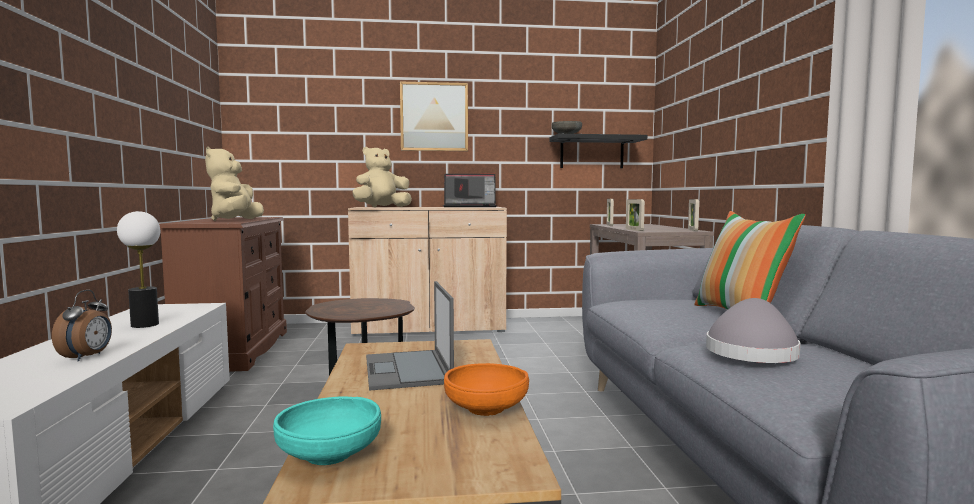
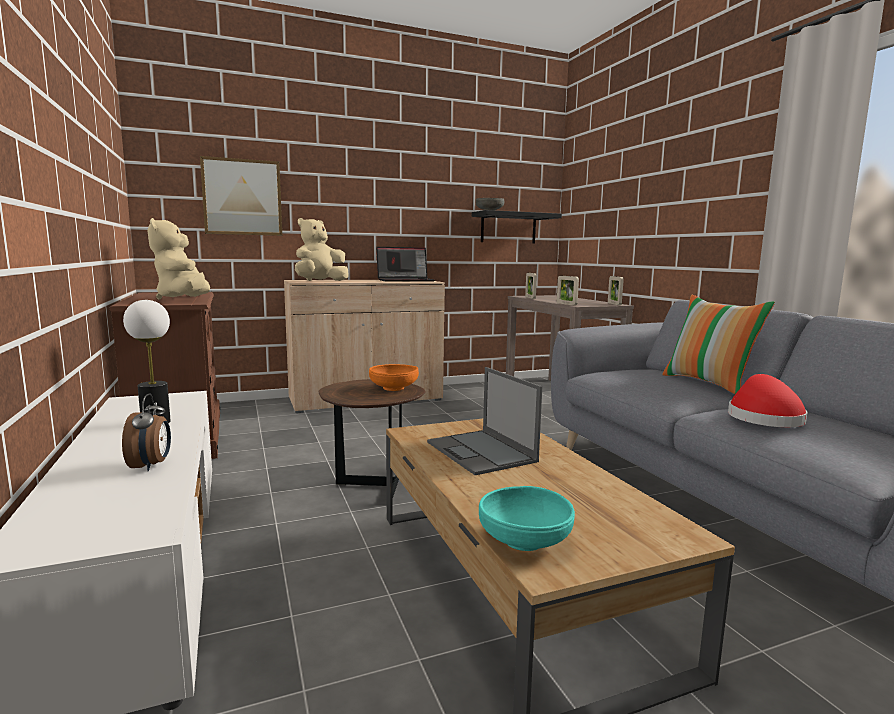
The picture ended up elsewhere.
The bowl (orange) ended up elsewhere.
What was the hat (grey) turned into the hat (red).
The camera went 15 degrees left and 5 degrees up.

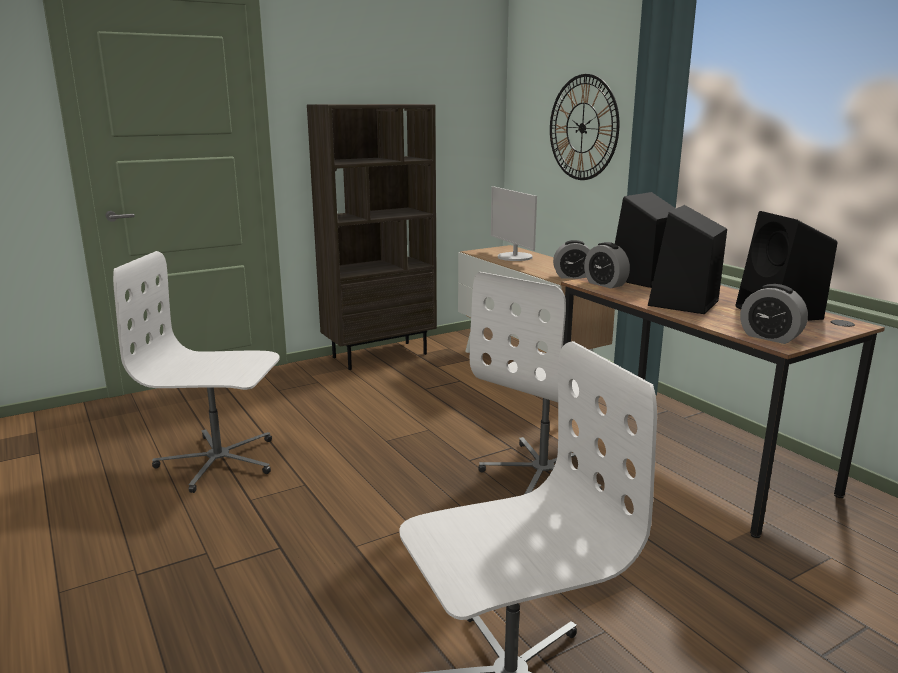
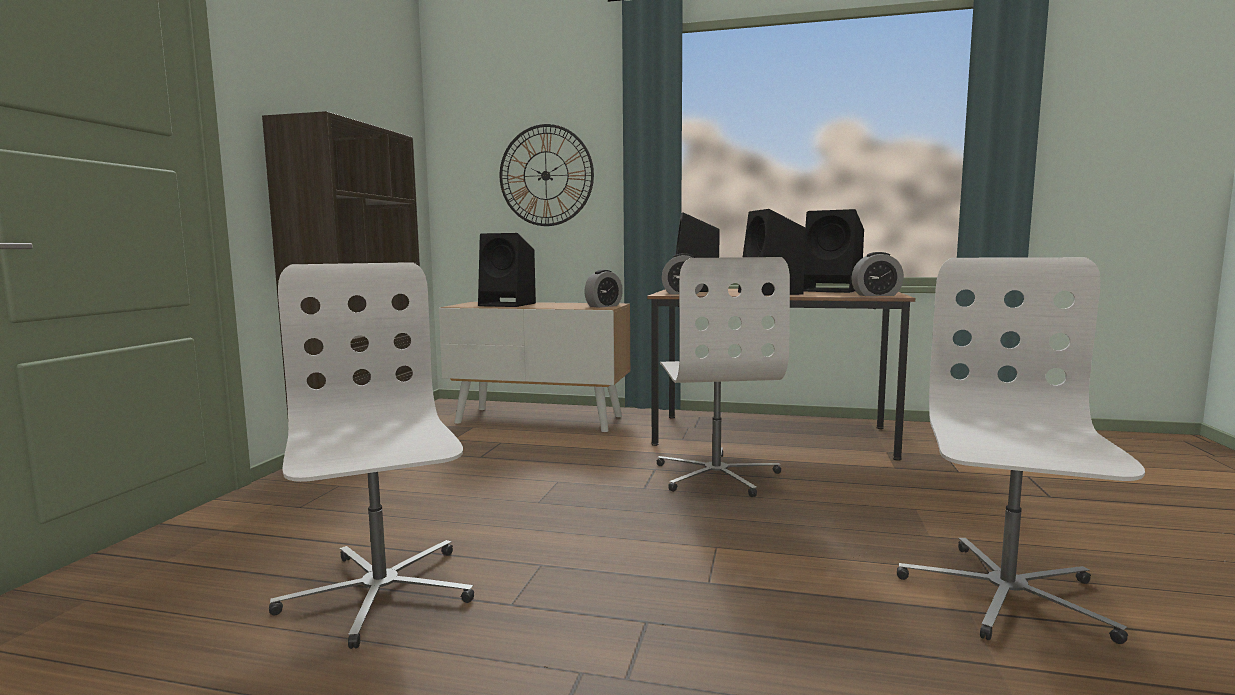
The office chair (white) (no. 1 from left) ended up facing another way, 105 degrees clockwise from before.
Where the monitor stood, the speaker (black) (no. 1 from left) came to stand.
The camera went 45 degrees left and 10 degrees down.

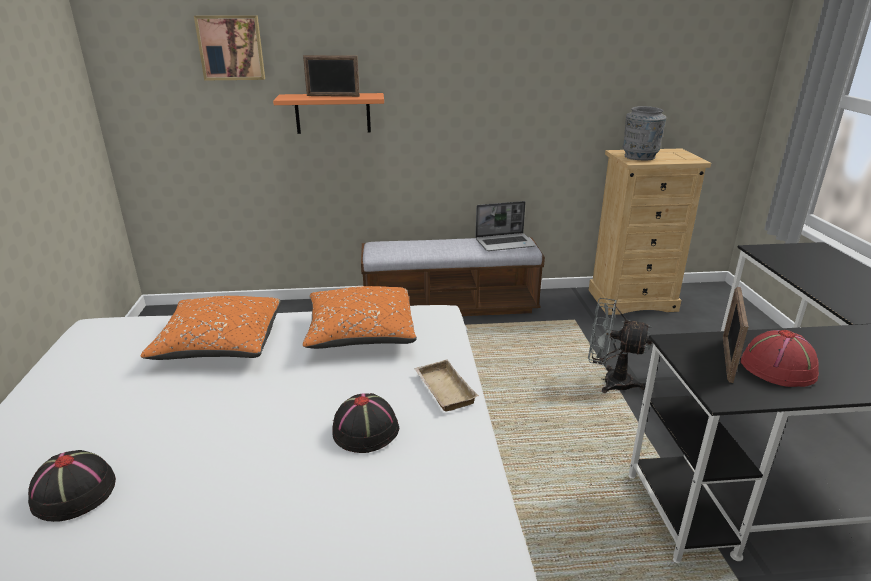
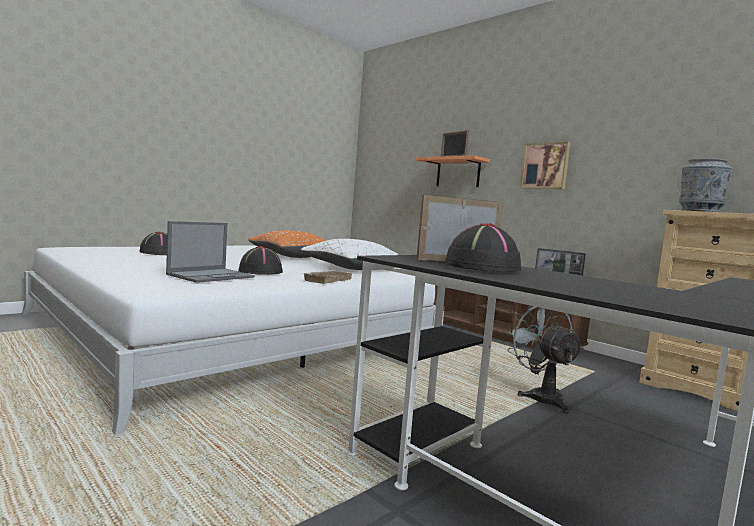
The picture ended up elsewhere.
What was the pillow (orange) (no. 2 from left) turned into the pillow (white).
What was the hat (red) turned into the hat (black) (no. 3 from left).
The second view gained the laptop (no. 1 from left).
The camera went 50 degrees right and 20 degrees down.

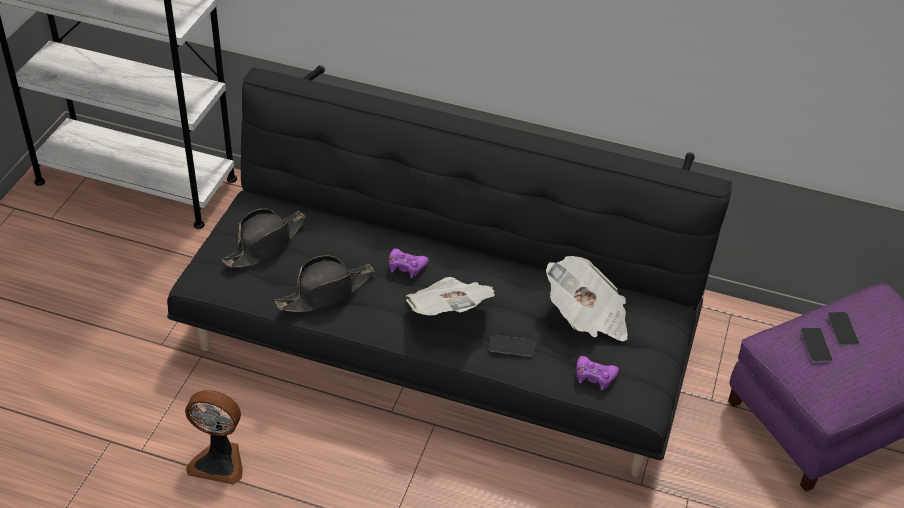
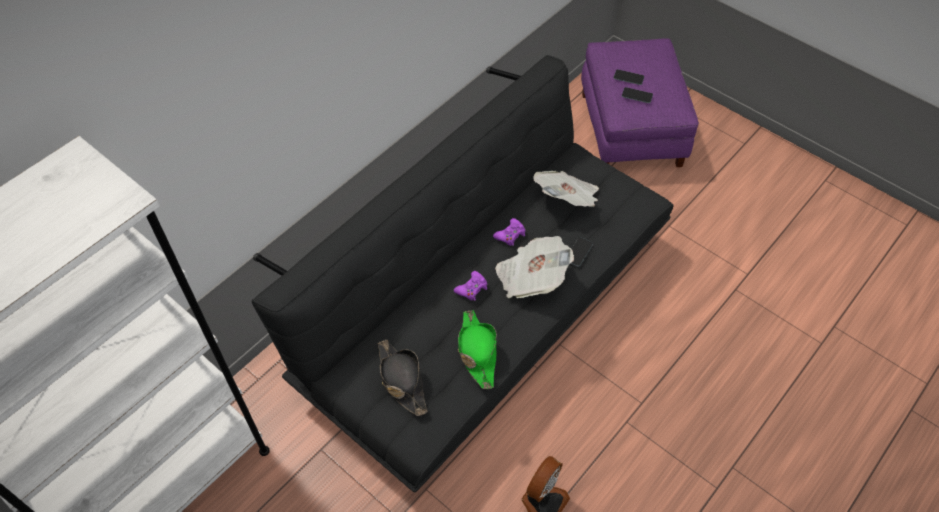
What was the hat (black) (no. 2 from left) turned into the hat (green).
The game controller (purple) (no. 2 from left) ended up elsewhere.
The camera went 65 degrees left and 10 degrees up.

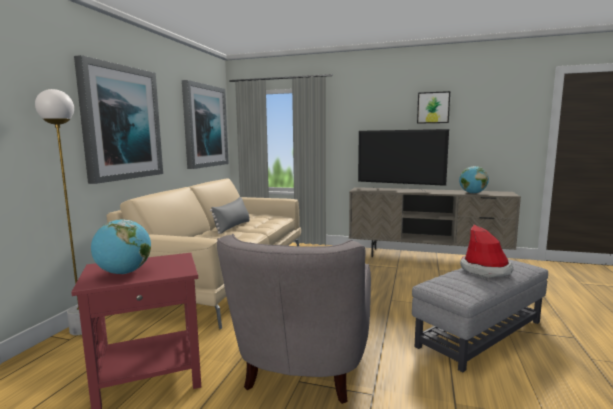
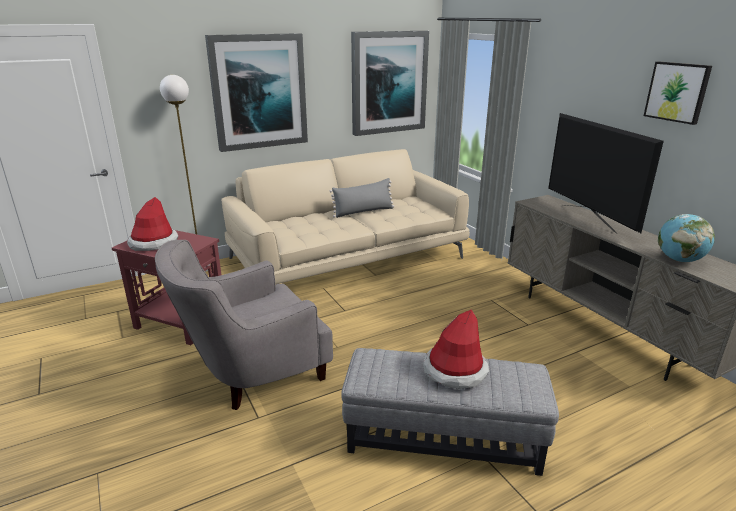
Where the globe (no. 1 from left) stood, the hat (no. 1 from left) came to stand.
The camera went 45 degrees right and 15 degrees up.

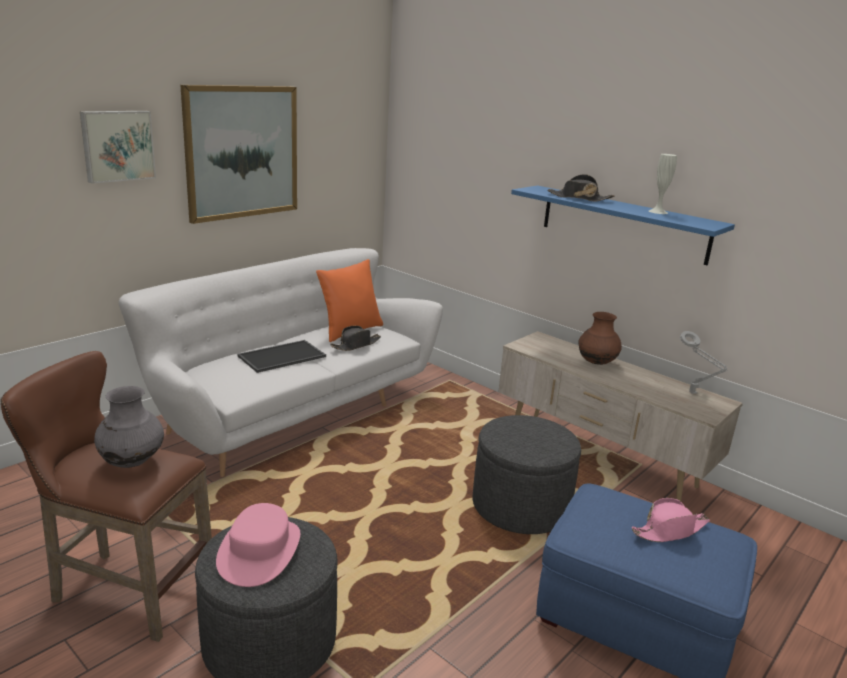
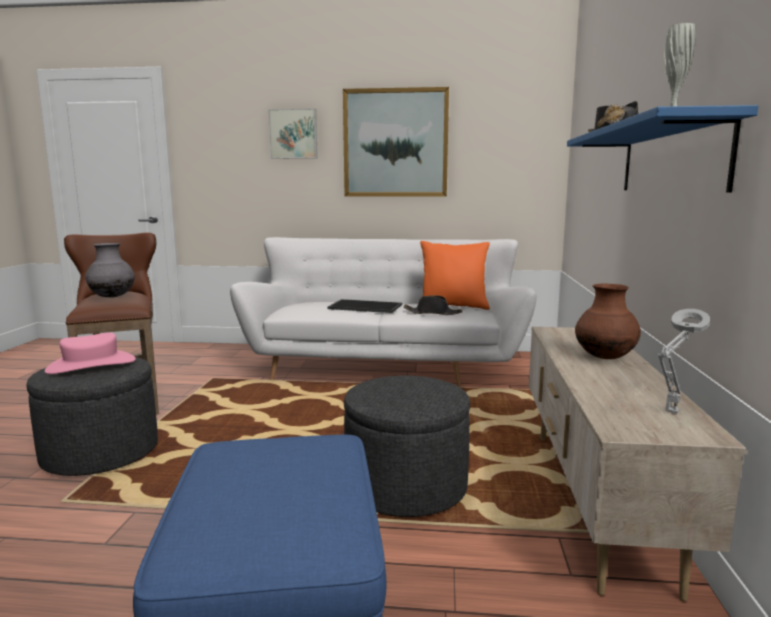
The second view lost the hat (pink) (no. 2 from left).
The camera went 55 degrees right and 10 degrees down.

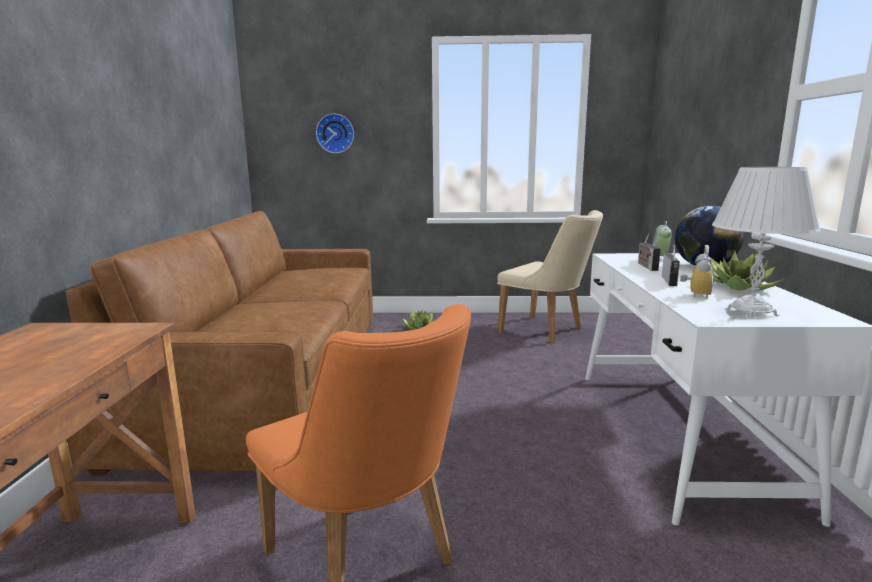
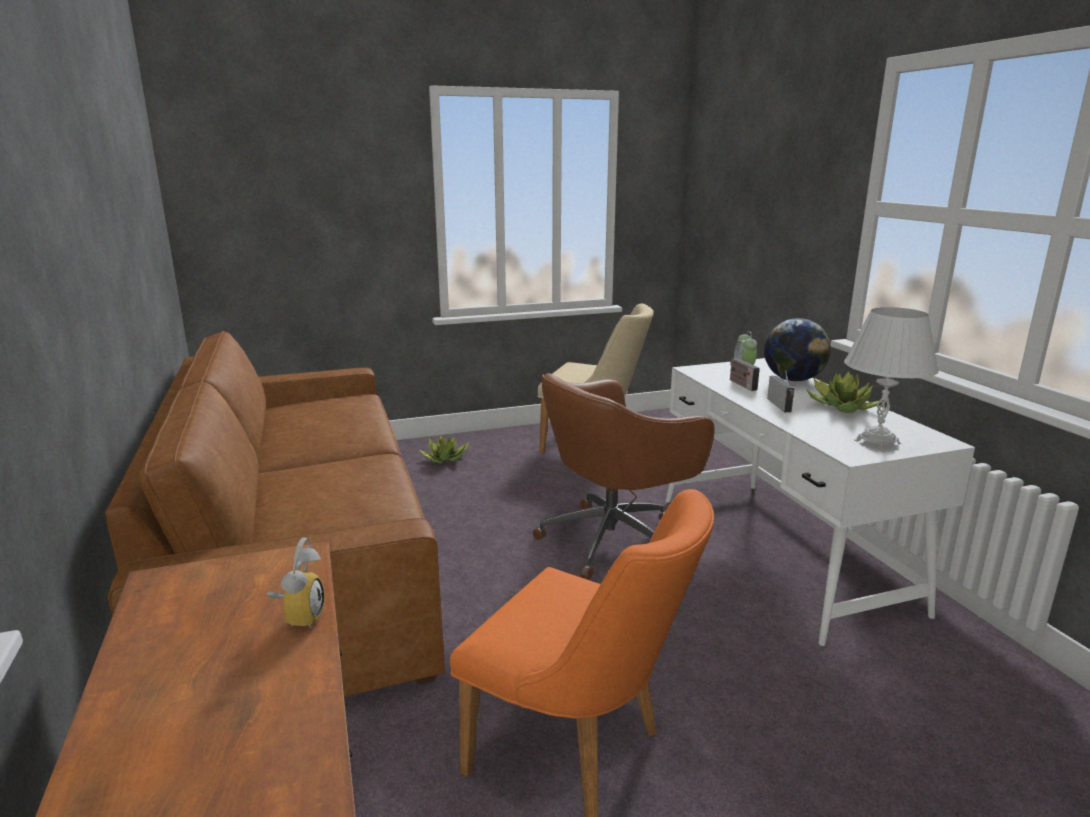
The second view lost the wall clock.
The alarm clock (no. 2 from left in the first image) ended up elsewhere.
The second view gained the office chair (brown).
The camera went 20 degrees left and 5 degrees up.

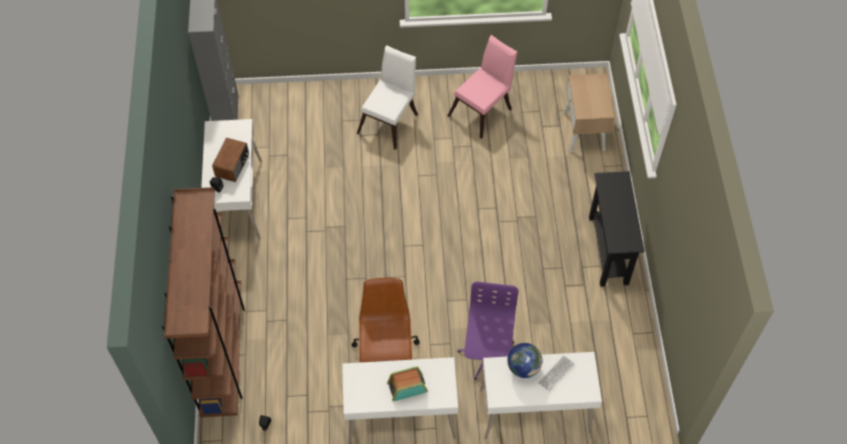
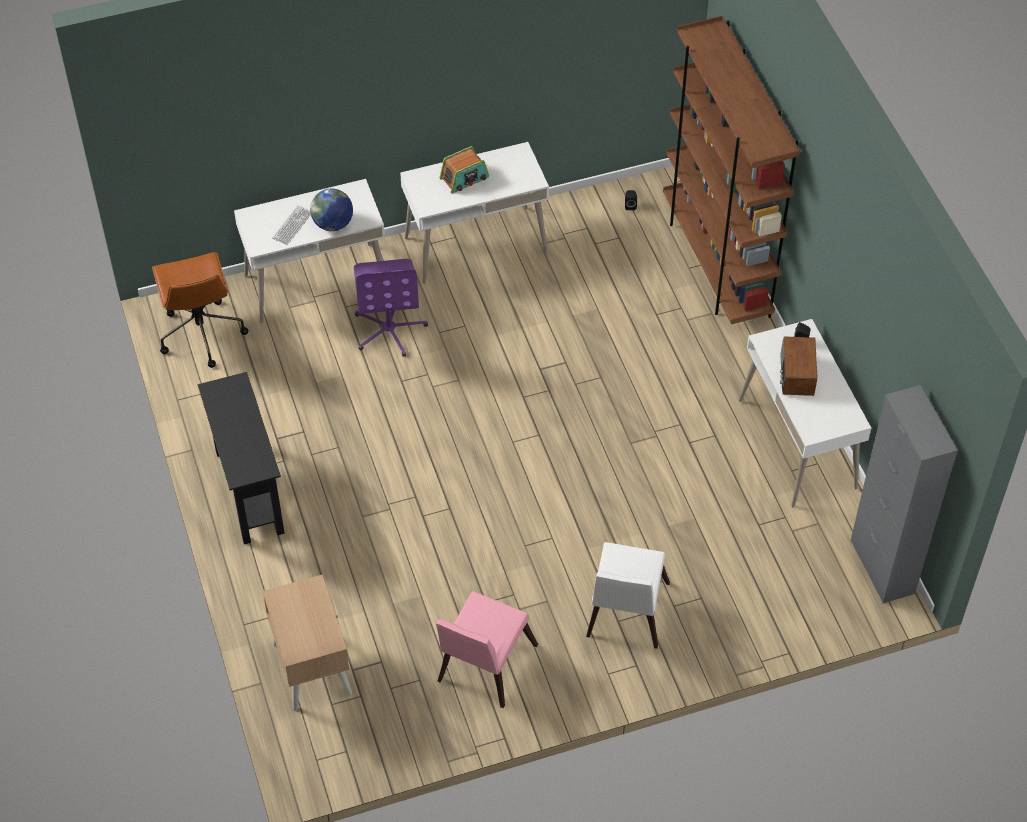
The office chair (brown) ended up elsewhere.
The camera went 165 degrees right and 5 degrees down.

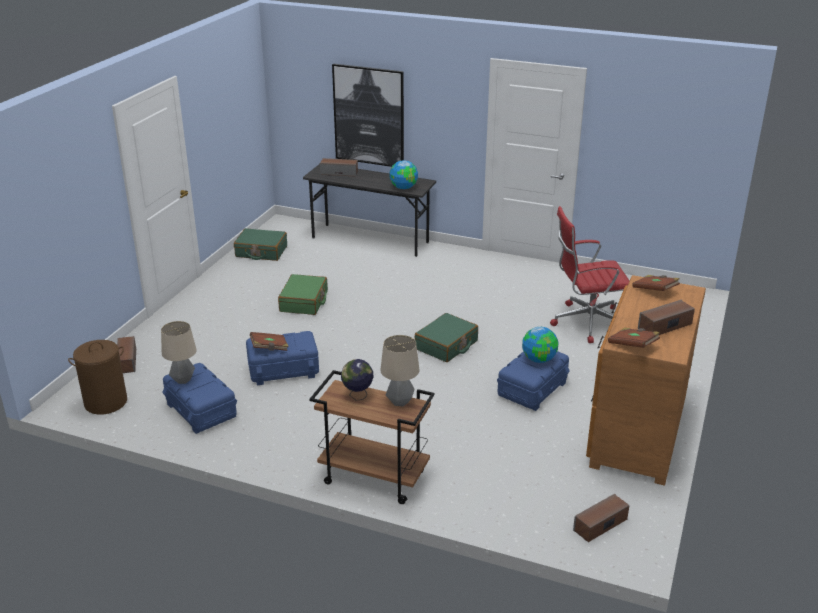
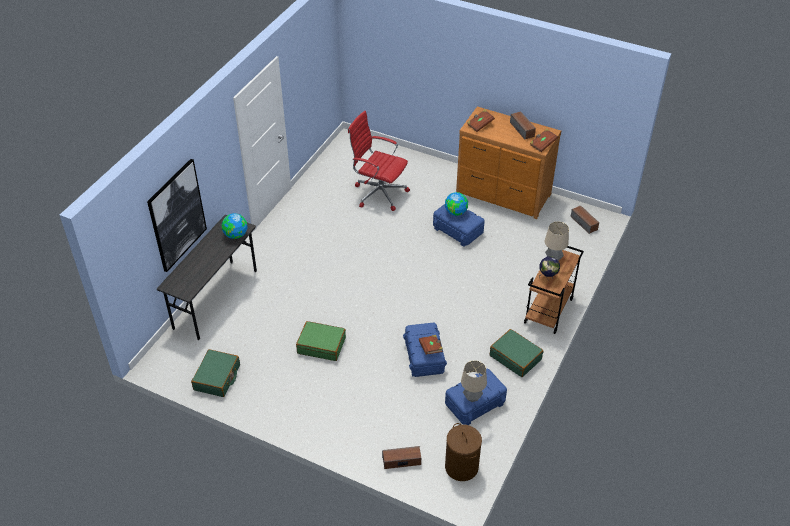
The second view lost the speaker (no. 2 from left).
The suitcase (green) (no. 3 from left) ended up elsewhere.
The office chair (red) ended up facing another way, 120 degrees clockwise from before.
The camera went 85 degrees left and 15 degrees up.

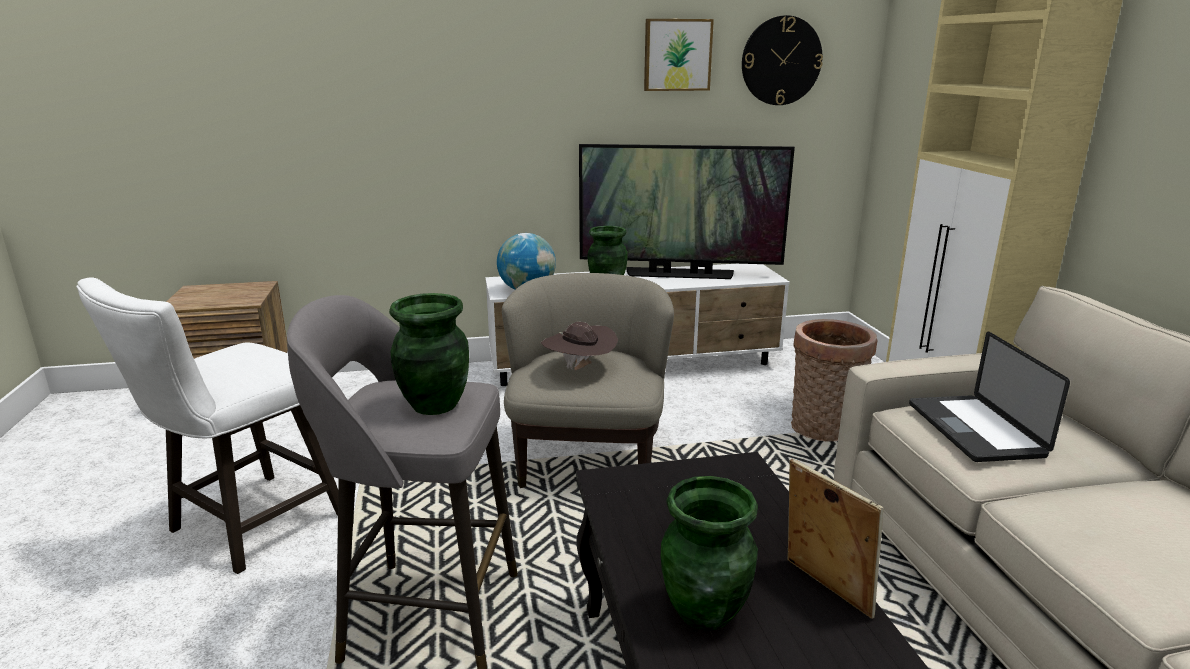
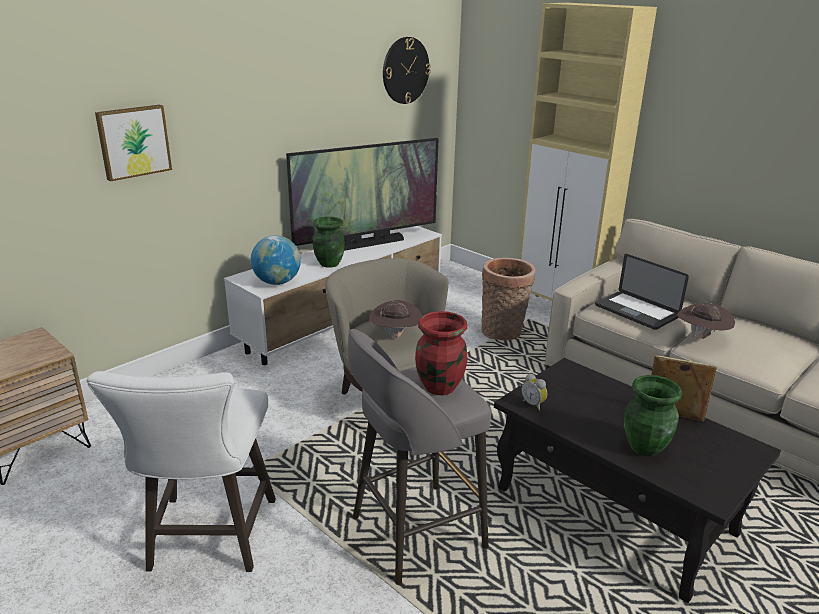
What was the vase (green) (no. 1 from left) turned into the vase (red).
The picture ended up elsewhere.
The second view gained the alarm clock.
The second view gained the hat (brown) (no. 2 from left).
The camera went 35 degrees left and 5 degrees up.

